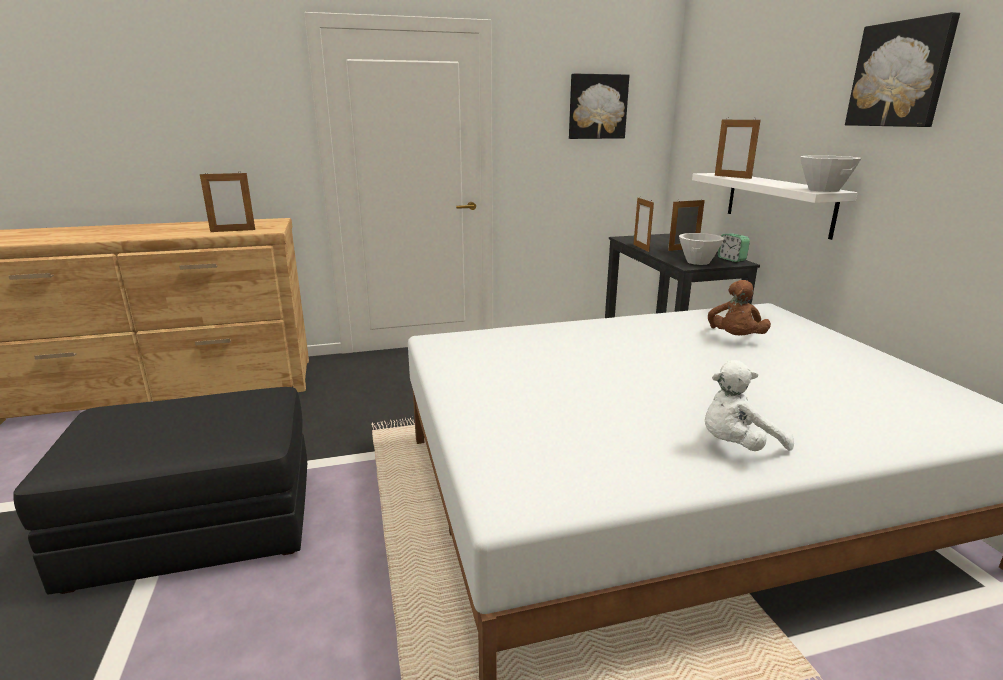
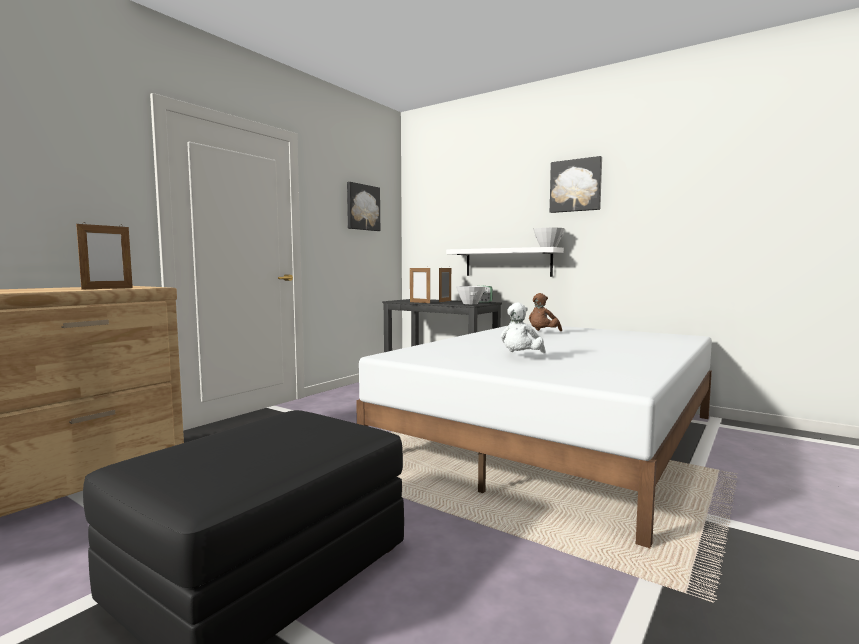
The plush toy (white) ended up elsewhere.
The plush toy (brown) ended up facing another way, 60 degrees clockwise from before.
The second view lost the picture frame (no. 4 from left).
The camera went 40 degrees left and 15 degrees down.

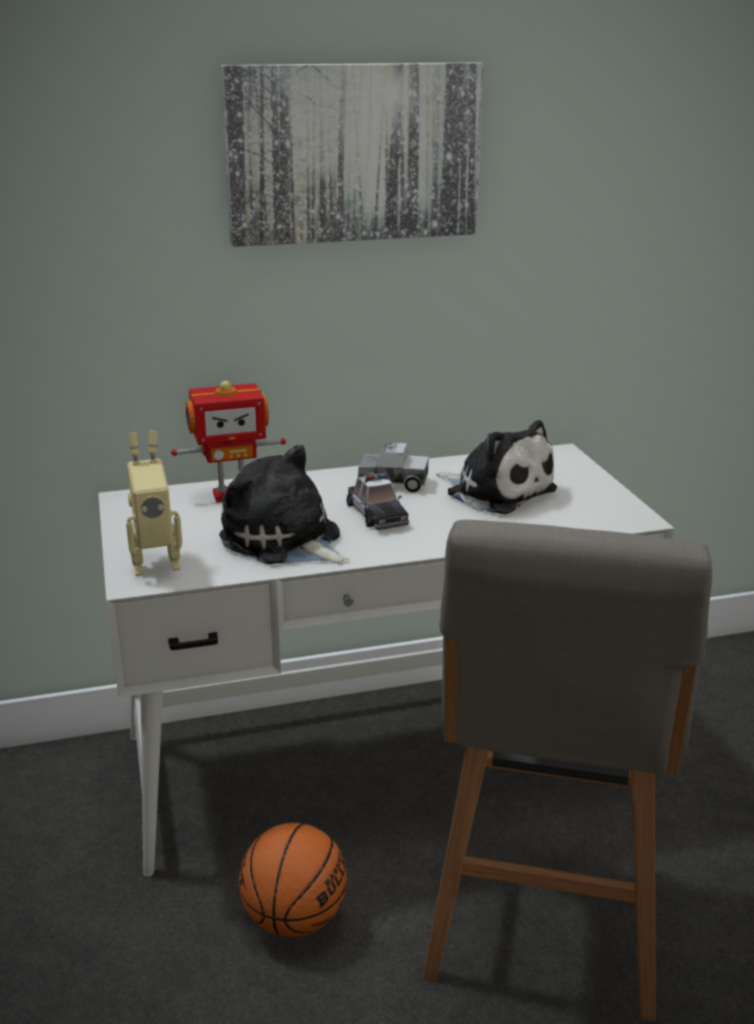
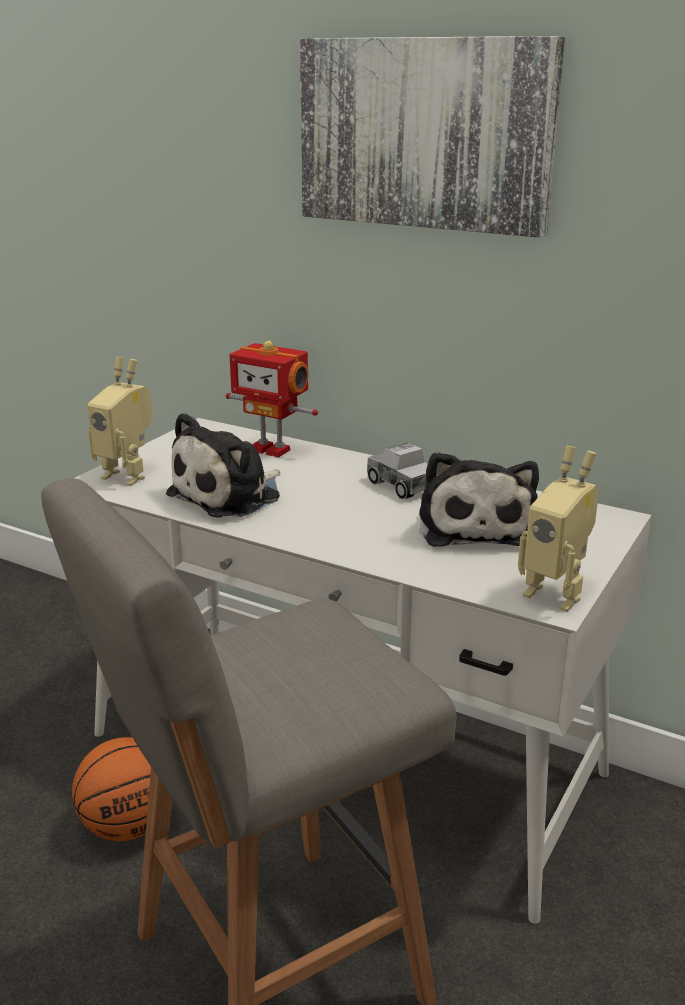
The plush toy (no. 1 from left) ended up facing another way, 135 degrees counterclockwise from before.
The second view lost the toy car.
The second view gained the toy robot (no. 3 from left).
The camera went 45 degrees right and 0 degrees up.

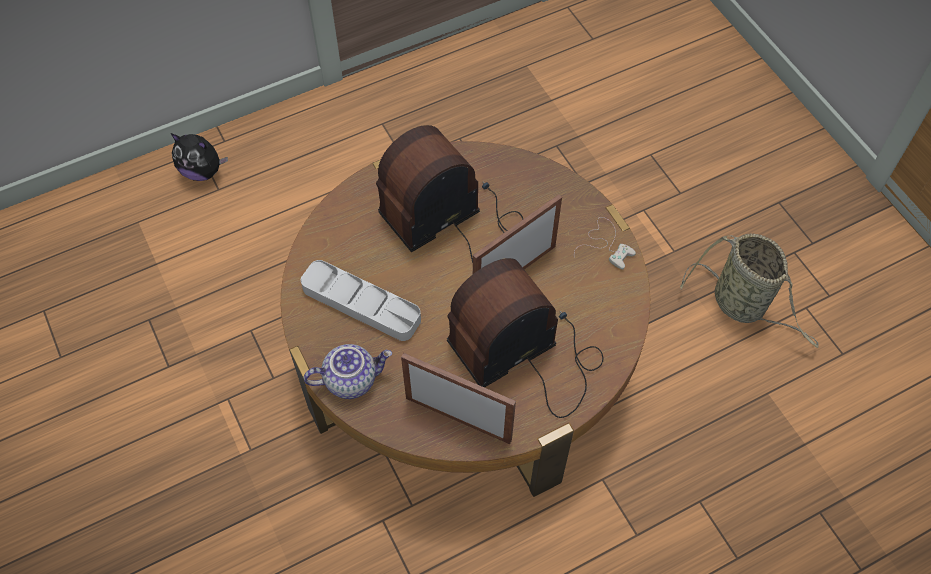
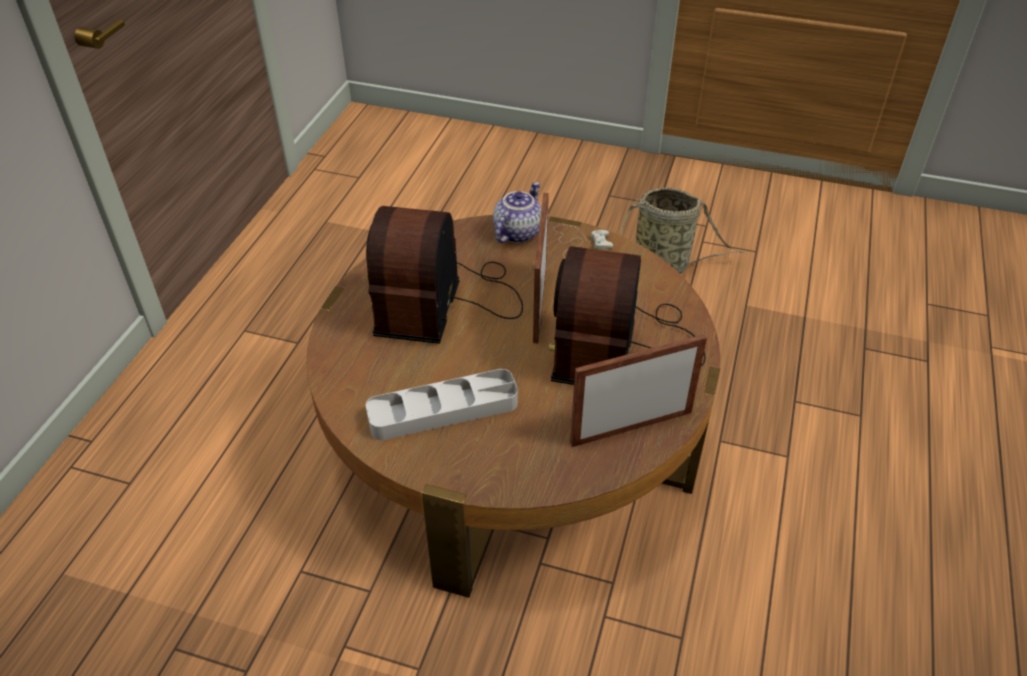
The second view lost the plush toy.
The teapot ended up elsewhere.
The camera went 45 degrees left and 15 degrees down.

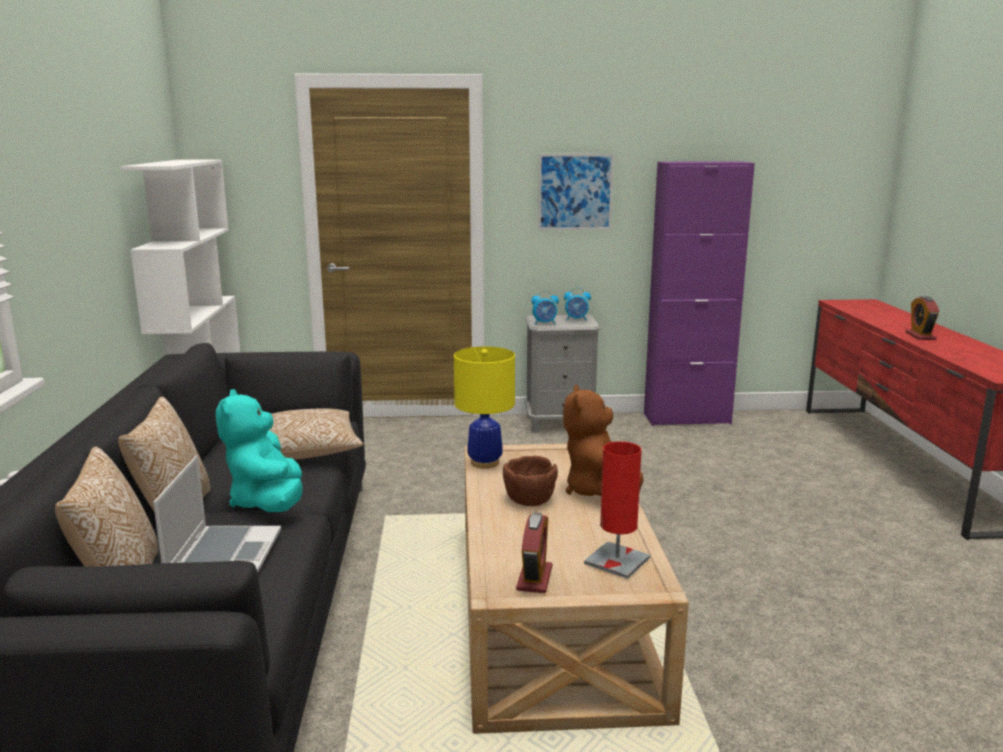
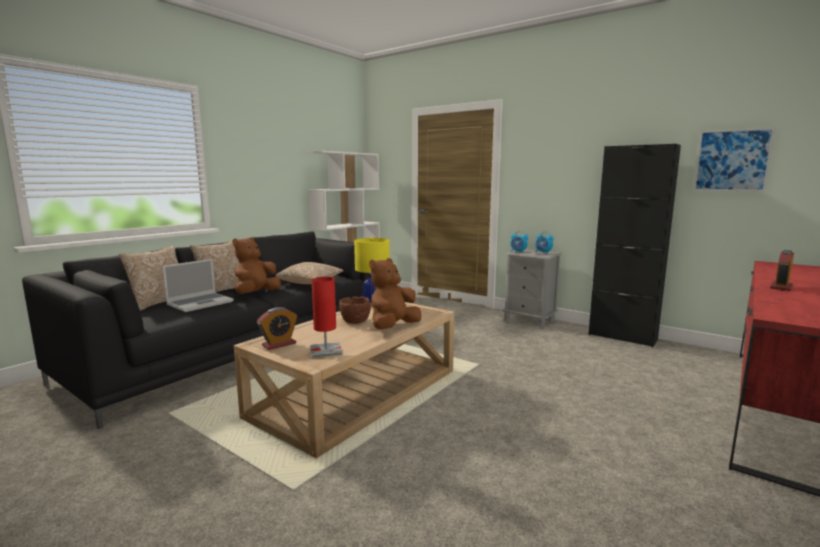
What was the plush toy (turquoise) turned into the plush toy (brown) (no. 1 from left).
The picture ended up elsewhere.
What was the cabinet (purple) turned into the cabinet (black).
The camera went 40 degrees right and 5 degrees down.

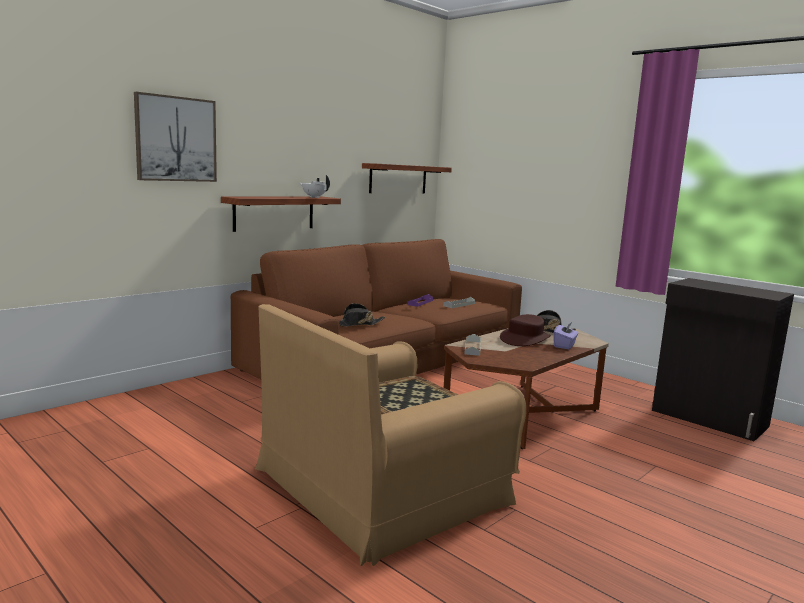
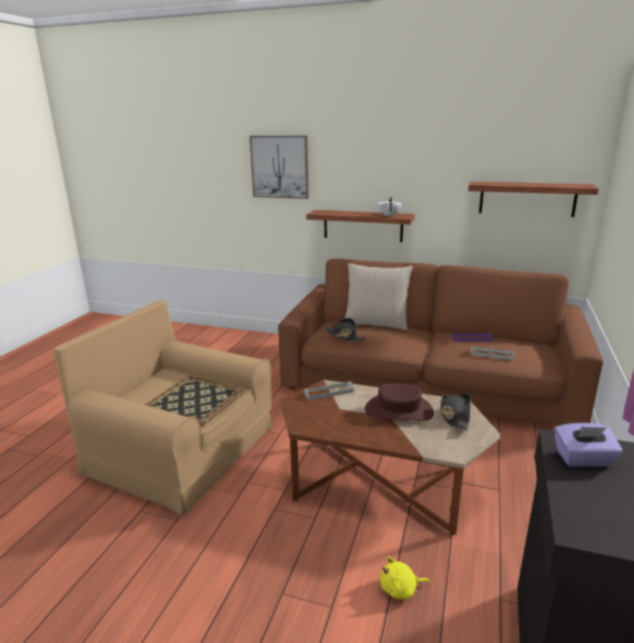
The tissue box (purple) ended up elsewhere.
The second view gained the pillow (beige).
The second view gained the plush toy (yellow).
The camera went 65 degrees right and 10 degrees up.

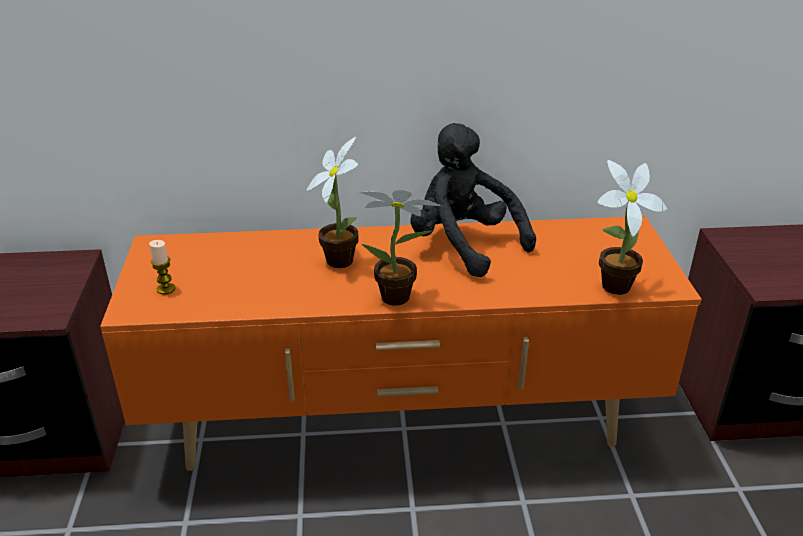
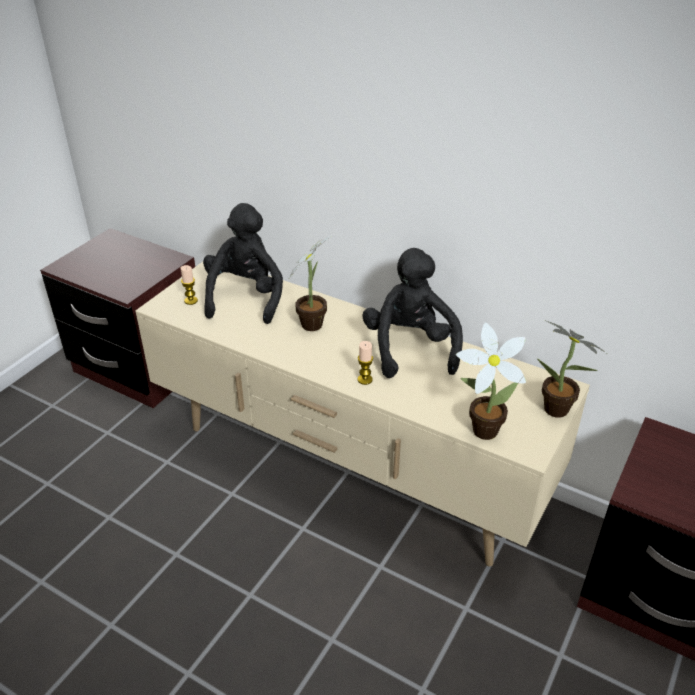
What was the tv stand (orange) turned into the tv stand (beige).
The potted plant (no. 2 from left in the first image) ended up elsewhere.
The second view gained the plush toy (black) (no. 1 from left).
The second view gained the candle (no. 2 from left).
The camera went 35 degrees right and 5 degrees up.

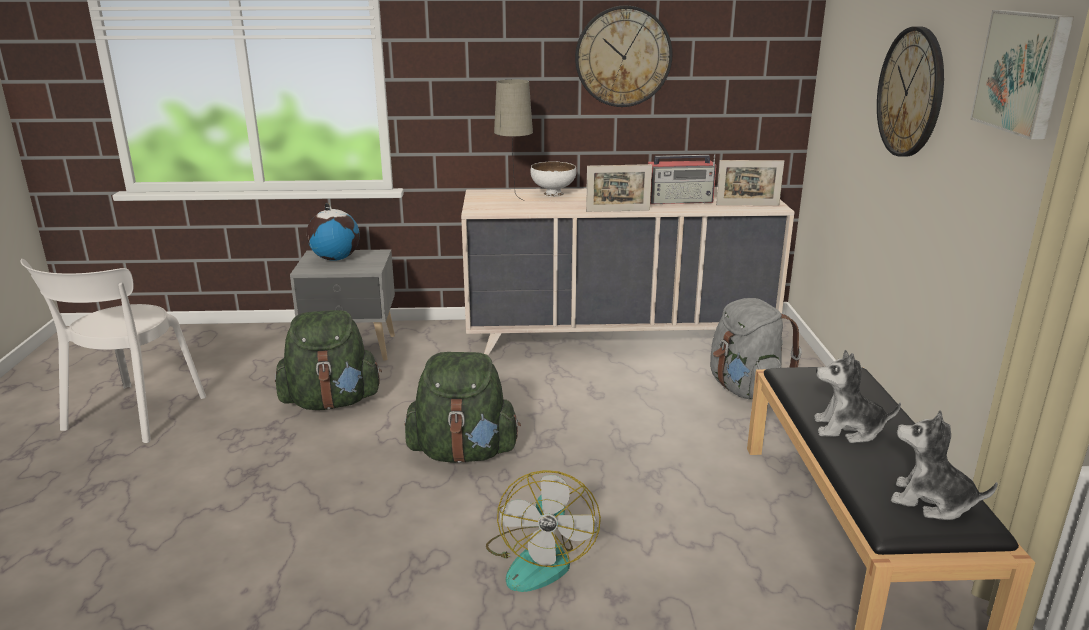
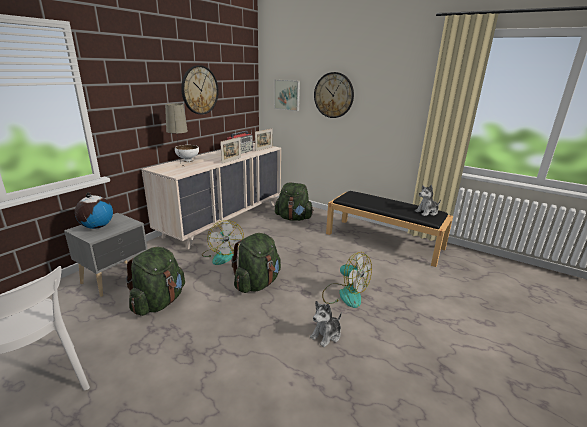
What was the backpack (grey) turned into the backpack (green) (no. 3 from left).
The plush toy (no. 1 from left) ended up elsewhere.
The picture ended up elsewhere.
The second view gained the fan (no. 1 from left).
The camera went 55 degrees left and 0 degrees up.

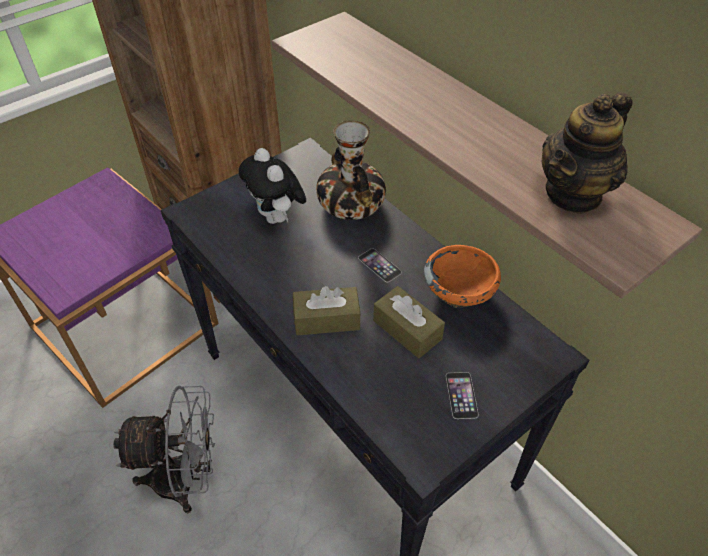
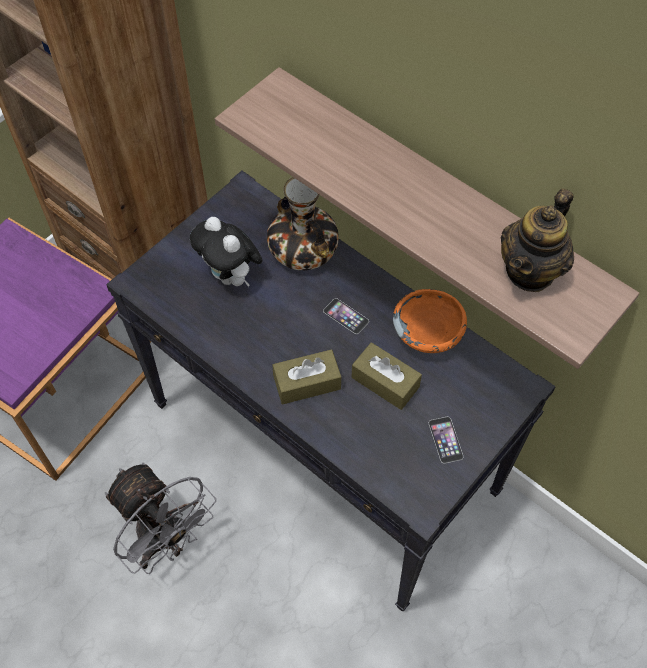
The fan (grey) ended up facing another way, 60 degrees clockwise from before.
The camera went 10 degrees left and 10 degrees up.

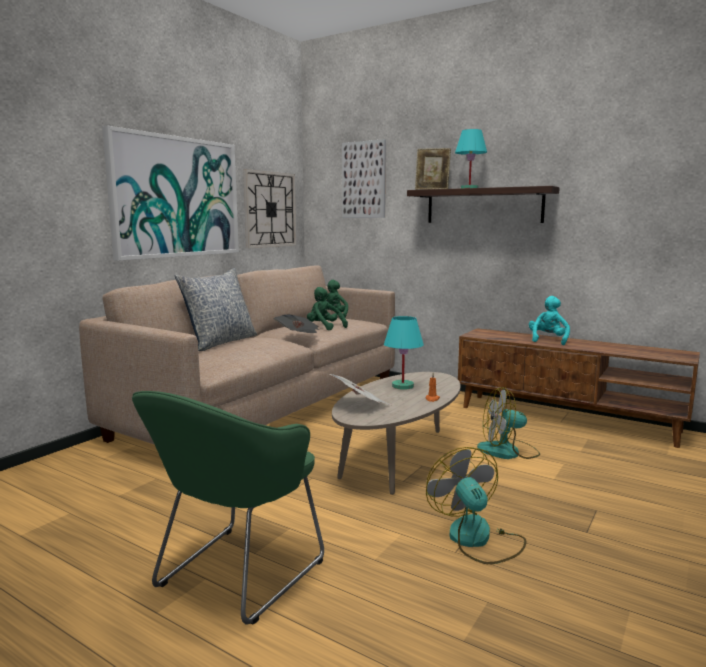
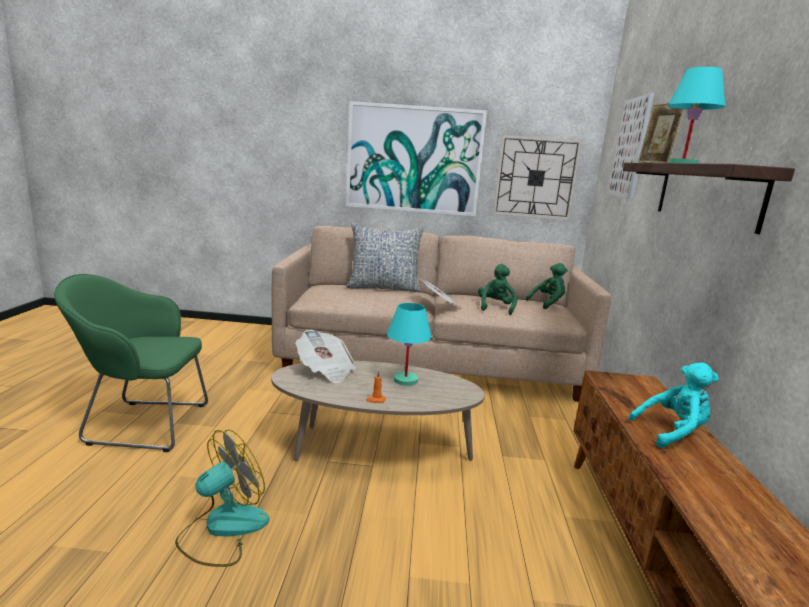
The second view lost the fan (no. 2 from left).
The camera went 60 degrees right and 5 degrees up.

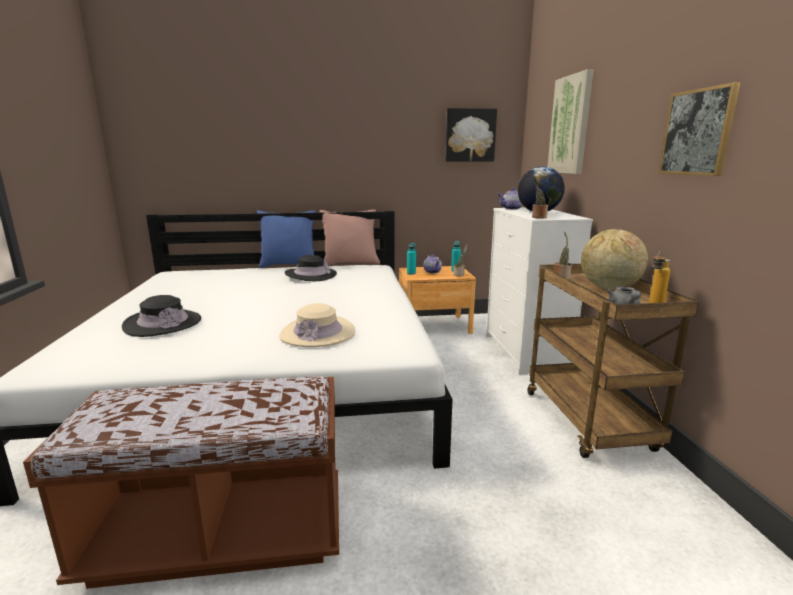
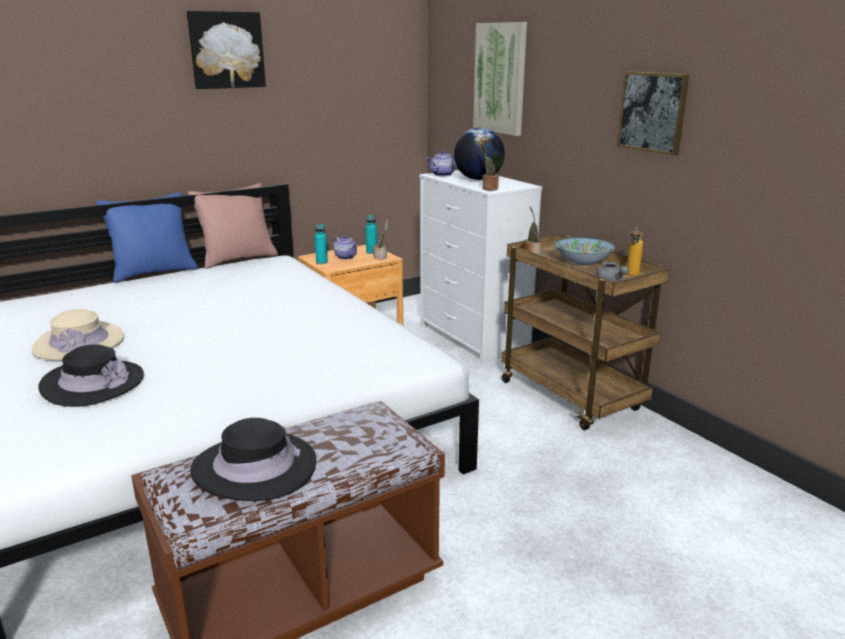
The hat (beige) ended up elsewhere.
The hat (black) (no. 2 from left) ended up elsewhere.
The picture (no. 1 from left) ended up elsewhere.
Where the globe (no. 2 from left) stood, the bowl came to stand.
The camera went 25 degrees left and 5 degrees up.

